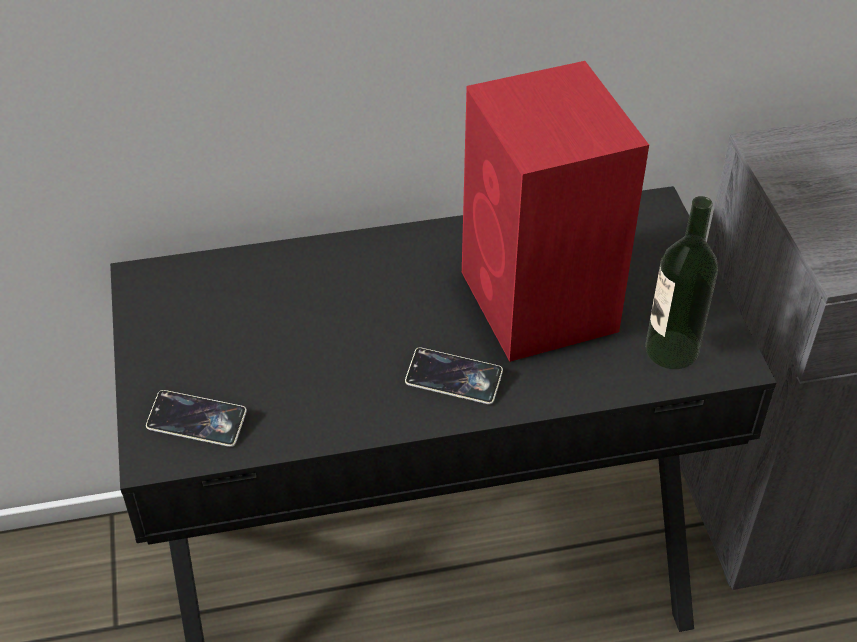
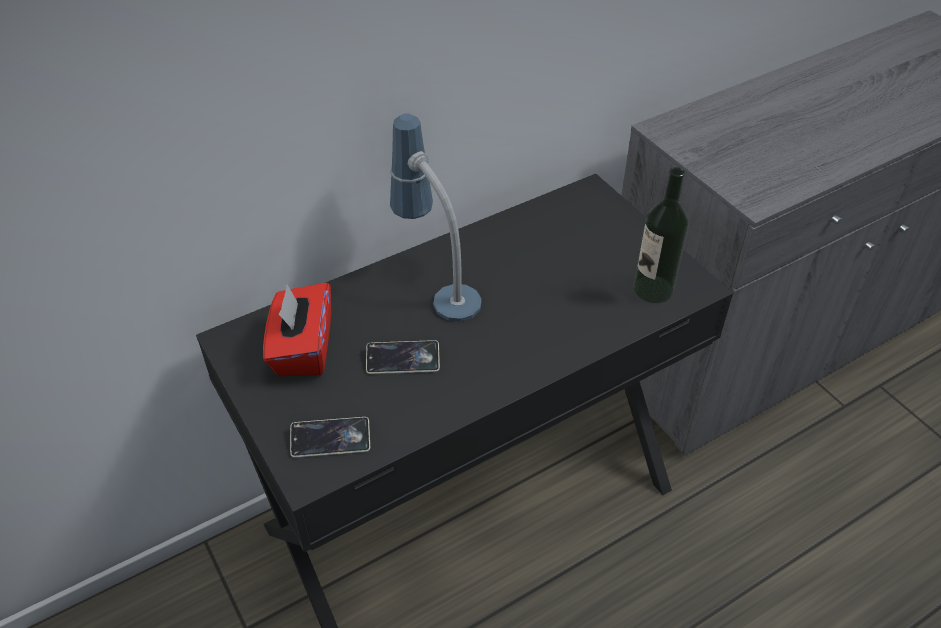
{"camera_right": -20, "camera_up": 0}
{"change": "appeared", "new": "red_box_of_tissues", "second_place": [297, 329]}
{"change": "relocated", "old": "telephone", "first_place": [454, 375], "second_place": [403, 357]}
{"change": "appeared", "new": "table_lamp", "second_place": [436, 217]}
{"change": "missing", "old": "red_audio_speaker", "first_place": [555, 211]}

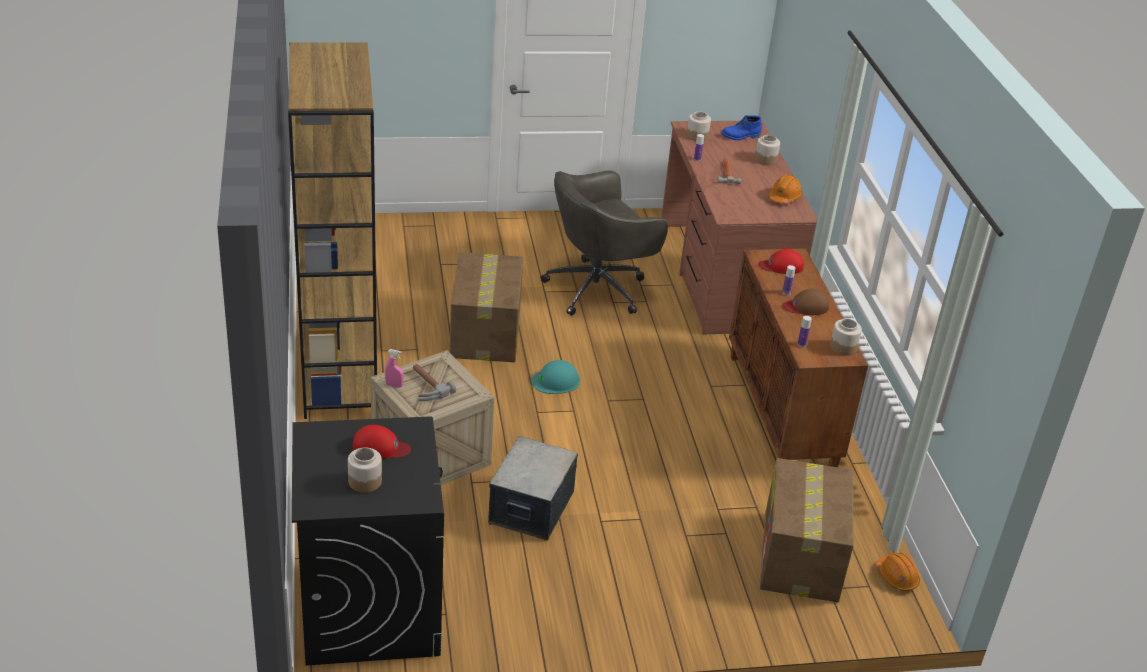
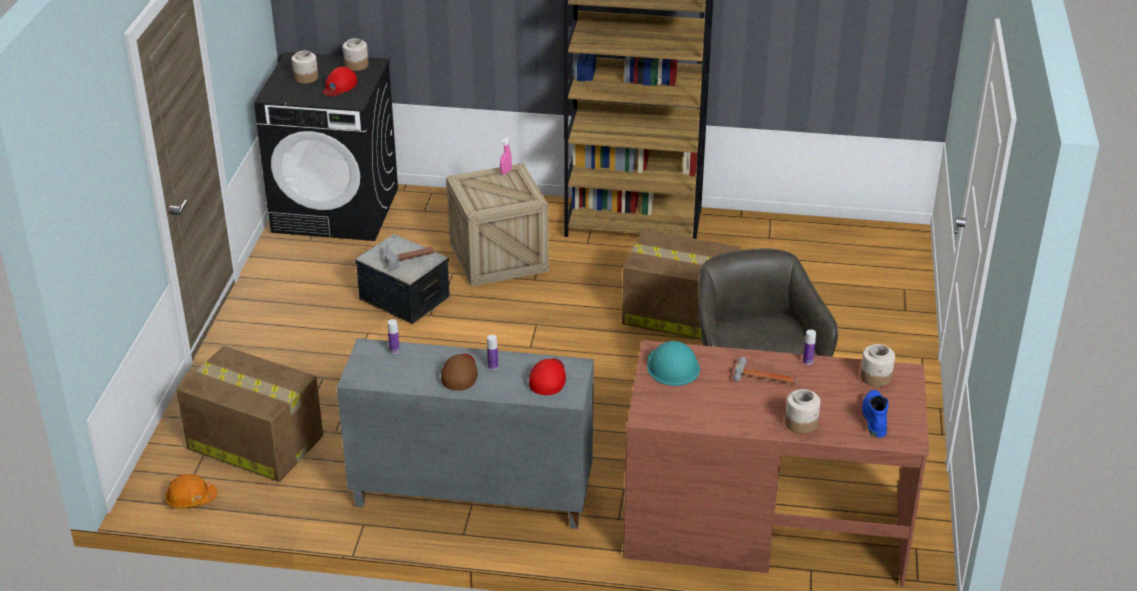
{"camera_right": 110, "camera_up": 0}
{"change": "colour", "old": "brown-coloured_storage_cabinet", "new": "gray_storage_cabinet", "first_place": [798, 357], "second_place": [465, 433]}
{"change": "relocated", "old": "jar", "first_place": [846, 337], "second_place": [356, 54]}
{"change": "relocated", "old": "hammer", "first_place": [434, 382], "second_place": [409, 257]}
{"change": "relocated", "old": "turquoise-coloured_work_helmet", "first_place": [556, 377], "second_place": [673, 363]}
{"change": "missing", "old": "orange-coloured_work_helmet", "first_place": [785, 189]}

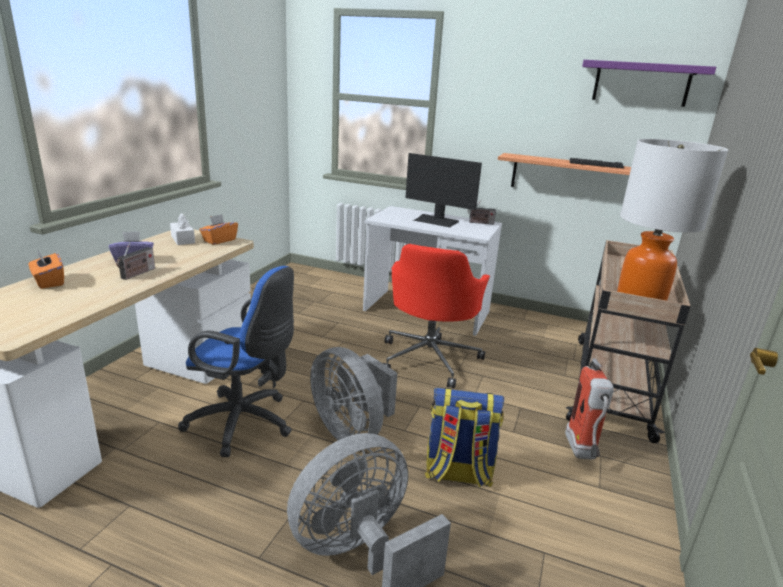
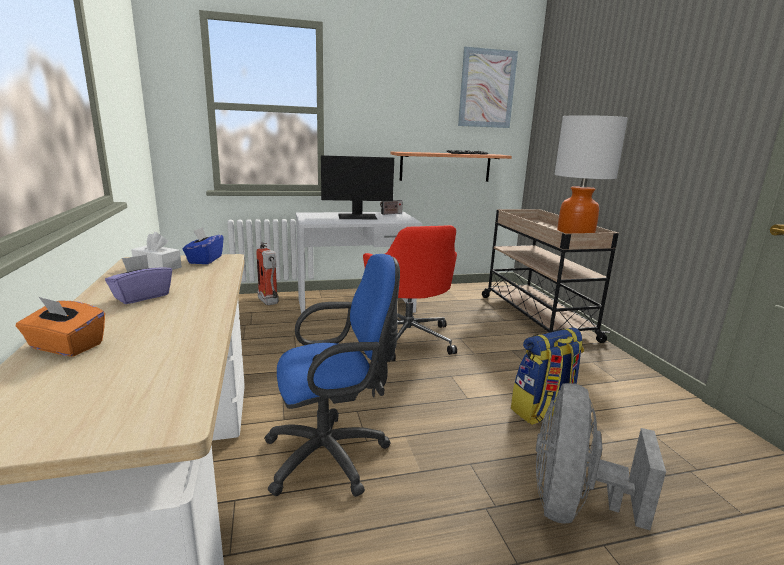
{"camera_right": -35, "camera_up": -5}
{"change": "colour", "old": "orange-coloured_box_of_tissues", "new": "blue-coloured_box_of_tissues", "first_place": [218, 229], "second_place": [203, 245]}
{"change": "relocated", "old": "fire-fighting_cylinder", "first_place": [589, 409], "second_place": [267, 273]}
{"change": "exchanged", "old": "purple_shelf", "new": "picture", "first_place": [649, 83], "second_place": [488, 87]}
{"change": "missing", "old": "radio_receiver", "first_place": [135, 261]}
{"change": "missing", "old": "gray_electric_fan", "first_place": [353, 393]}

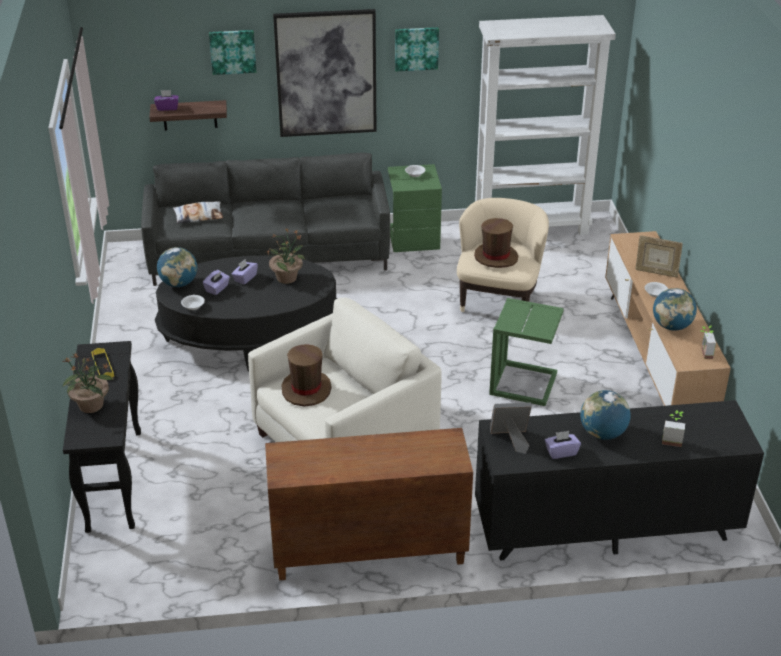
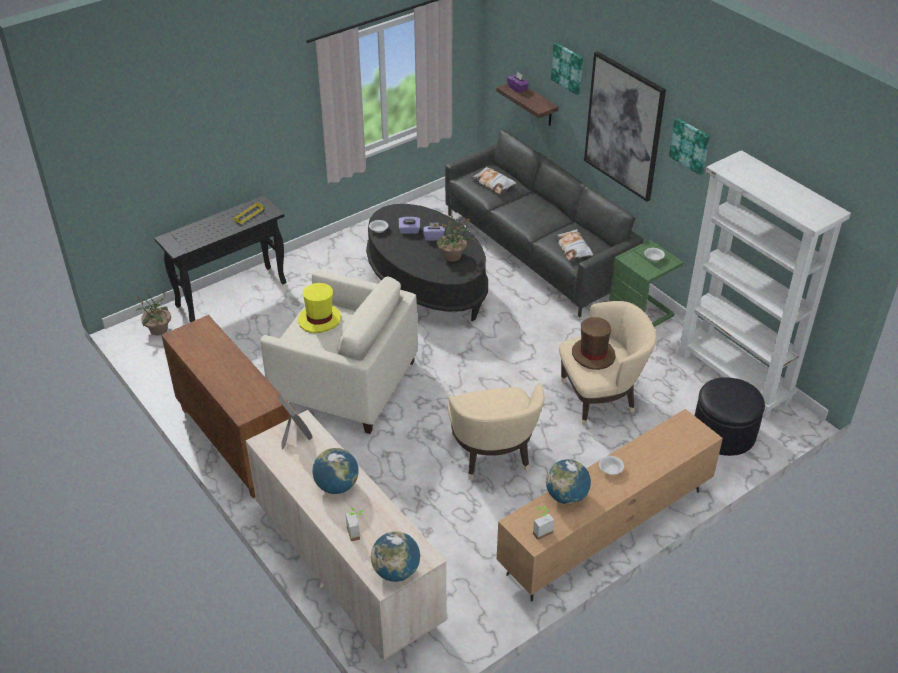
{"camera_right": 60, "camera_up": 5}
{"change": "relocated", "old": "plant_in_a_pot", "first_place": [88, 382], "second_place": [153, 312]}
{"change": "colour", "old": "black_dresser", "new": "sand-coloured_dresser", "first_place": [619, 480], "second_place": [346, 535]}
{"change": "colour", "old": "brown-coloured_clothing_hat", "new": "yellow-coloured_clothing_hat", "first_place": [307, 375], "second_place": [319, 308]}
{"change": "relocated", "old": "globe", "first_place": [177, 267], "second_place": [395, 556]}
{"change": "exchanged", "old": "greenish_side_table", "new": "sand-coloured_lounge_chair", "first_place": [526, 352], "second_place": [496, 431]}
{"change": "appeared", "new": "cushion", "second_place": [573, 245]}
{"change": "appeared", "new": "black_pouffe", "second_place": [730, 417]}
{"change": "missing", "old": "purple_box_of_tissues", "first_place": [563, 445]}
{"change": "missing", "old": "picture_frame", "first_place": [659, 256]}

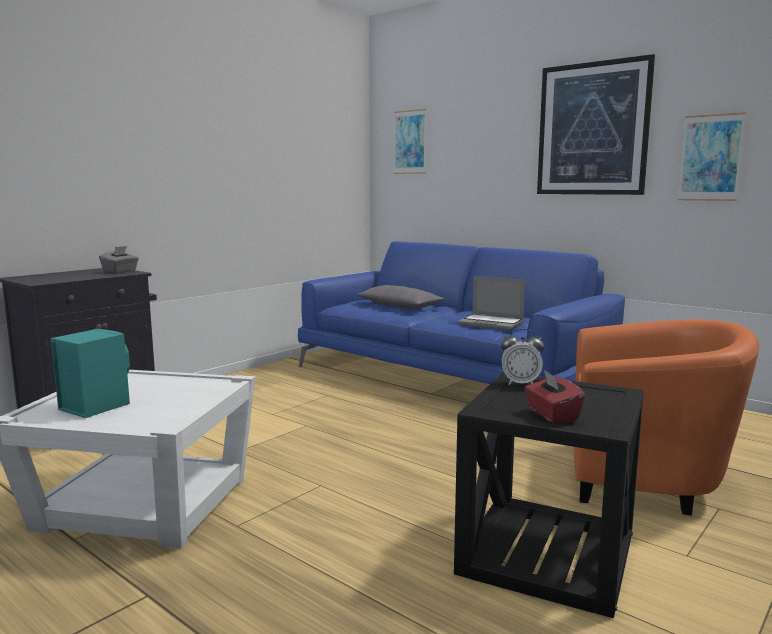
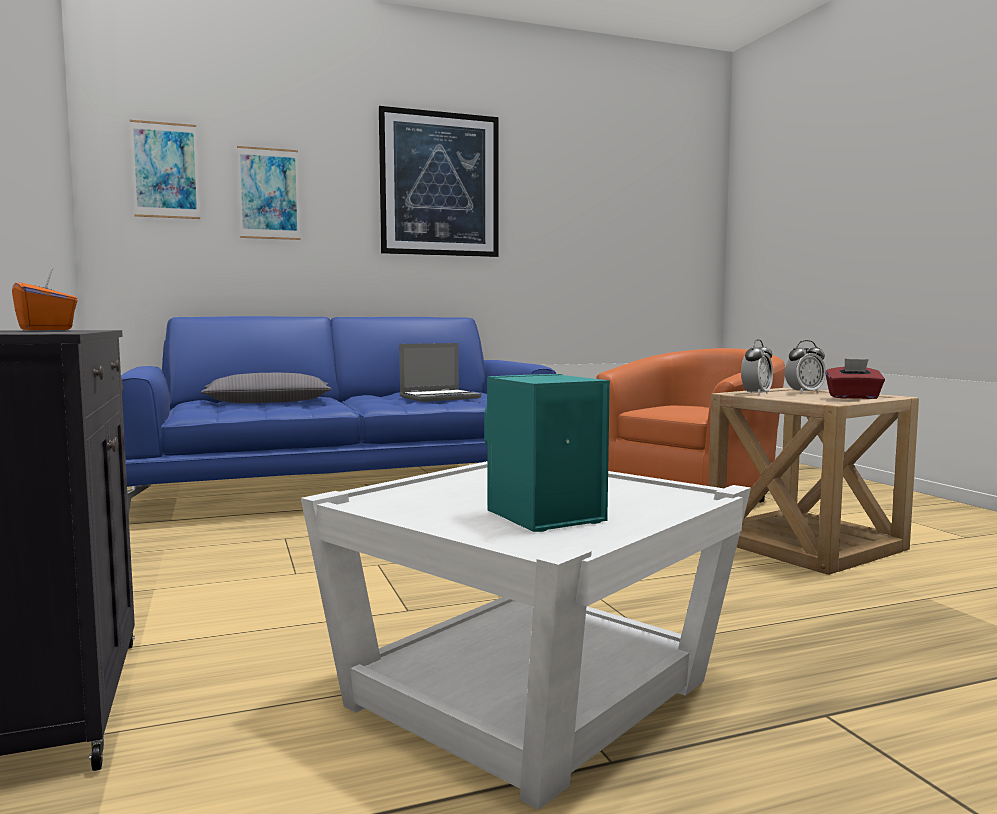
{"camera_right": -60, "camera_up": -5}
{"change": "colour", "old": "gray_box_of_tissues", "new": "orange-coloured_box_of_tissues", "first_place": [119, 259], "second_place": [45, 300]}
{"change": "relocated", "old": "picture", "first_place": [712, 156], "second_place": [268, 193]}
{"change": "colour", "old": "black_side_table", "new": "sand-coloured_side_table", "first_place": [549, 495], "second_place": [813, 481]}
{"change": "appeared", "new": "table_clock", "second_place": [805, 367]}

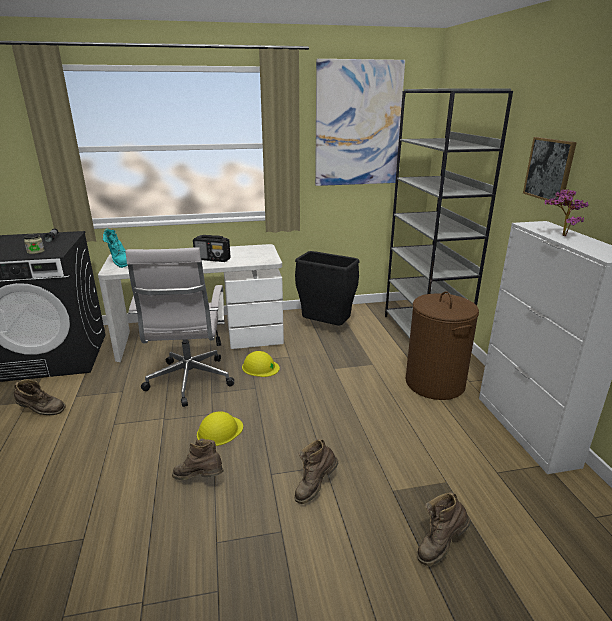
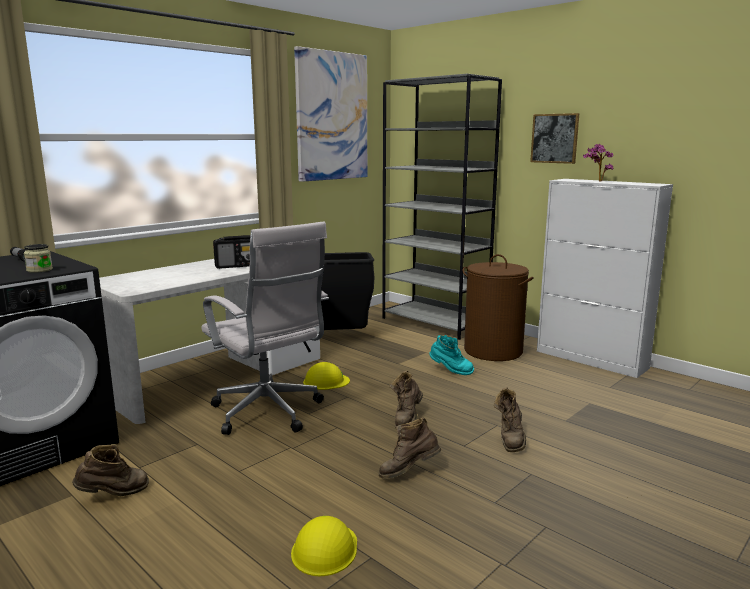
{"camera_right": -35, "camera_up": -10}
{"change": "relocated", "old": "yellow-coloured_work_helmet", "first_place": [220, 428], "second_place": [324, 546]}
{"change": "relocated", "old": "brown-coloured_boot", "first_place": [444, 529], "second_place": [406, 399]}
{"change": "relocated", "old": "turquoise-coloured_boot", "first_place": [115, 248], "second_place": [451, 355]}

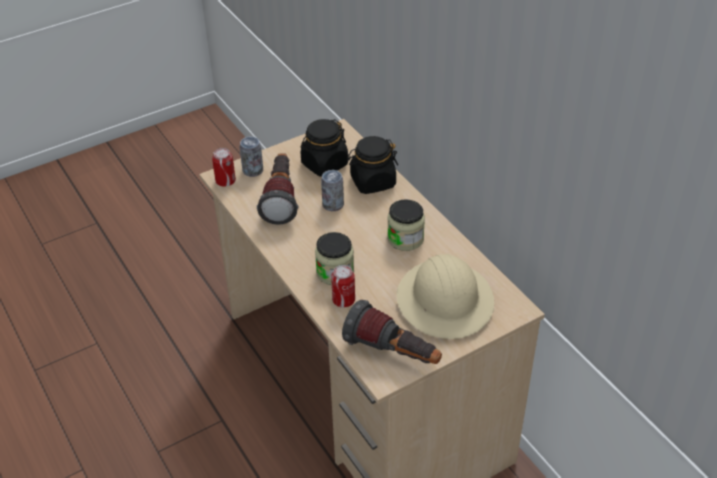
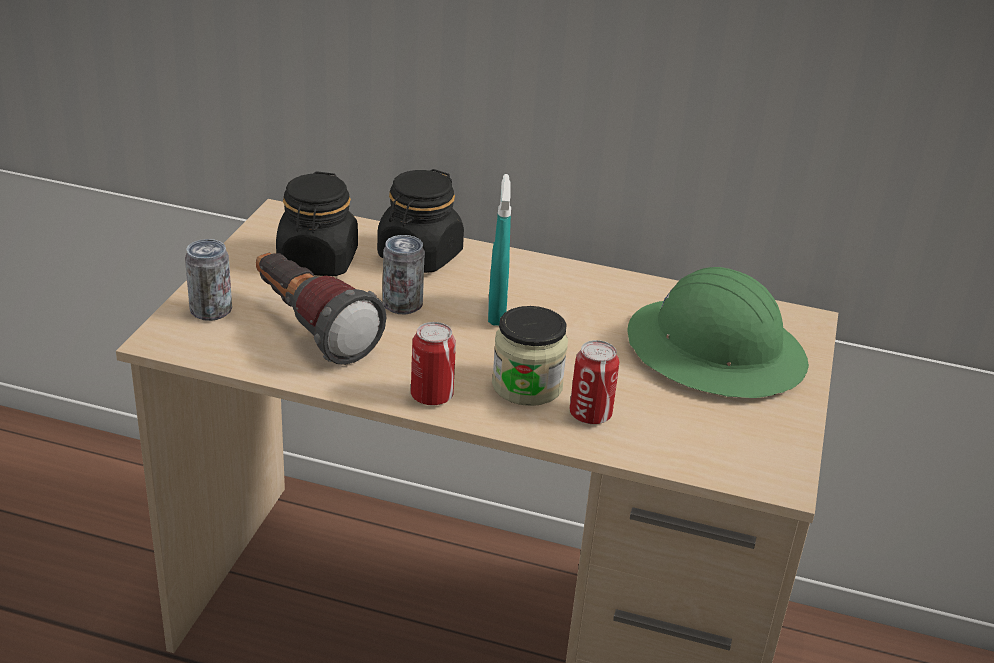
{"camera_right": -45, "camera_up": -10}
{"change": "relocated", "old": "can", "first_place": [224, 167], "second_place": [433, 364]}
{"change": "appeared", "new": "turquoise-coloured_sprayer", "second_place": [499, 250]}
{"change": "colour", "old": "sand-coloured_work_helmet", "new": "greenish_work_helmet", "first_place": [445, 296], "second_place": [718, 332]}
{"change": "missing", "old": "hand_torch", "first_place": [392, 332]}
{"change": "missing", "old": "jar", "first_place": [406, 225]}

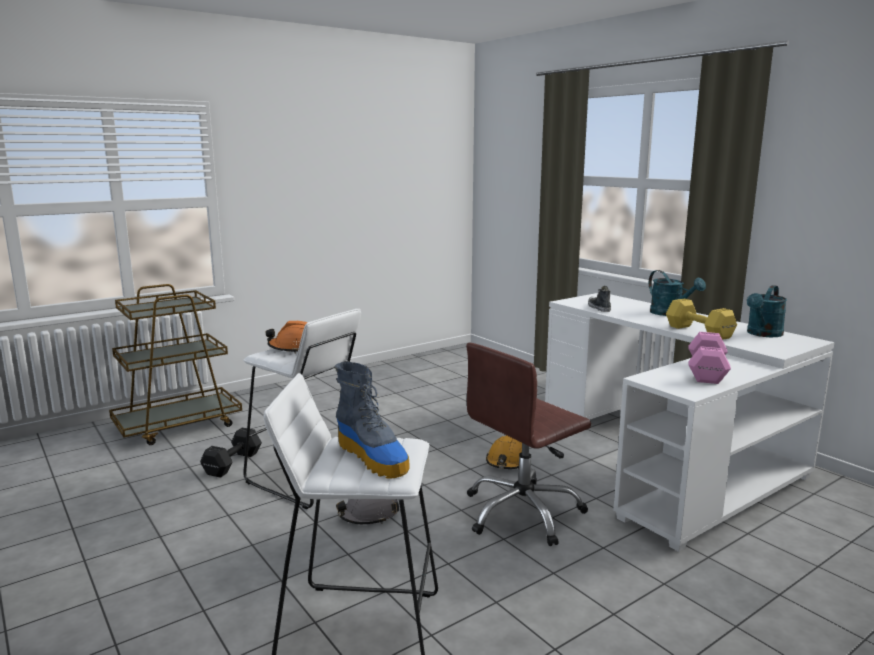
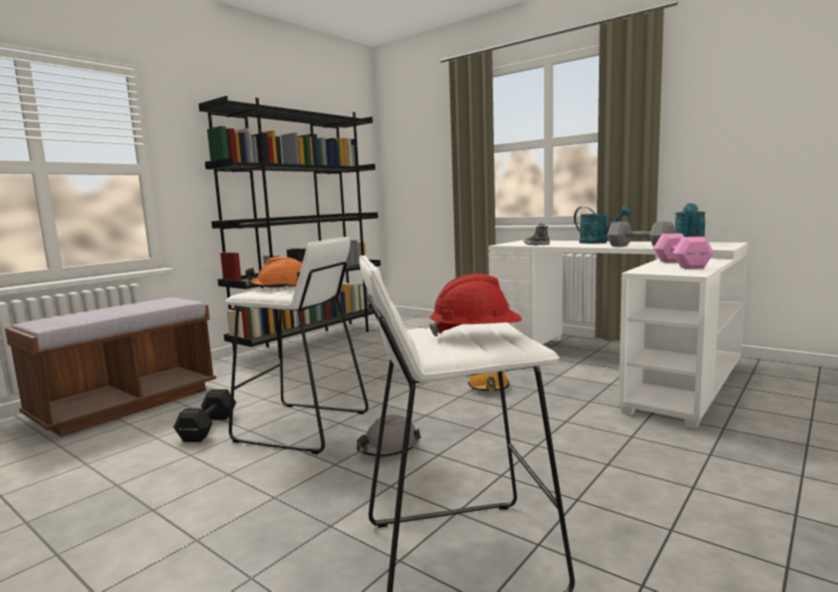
{"camera_right": -15, "camera_up": -5}
{"change": "exchanged", "old": "brown-coloured_wheeled_cart", "new": "brown-coloured_long_seat", "first_place": [175, 364], "second_place": [110, 367]}
{"change": "appeared", "new": "black_bookcase", "second_place": [290, 227]}
{"change": "exchanged", "old": "boot", "new": "red_work_helmet", "first_place": [372, 420], "second_place": [475, 305]}
{"change": "colour", "old": "yellow-coloured_dumbbell", "new": "gray_dumbbell", "first_place": [701, 319], "second_place": [641, 234]}
{"change": "missing", "old": "brown-coloured_desk_chair", "first_place": [528, 444]}

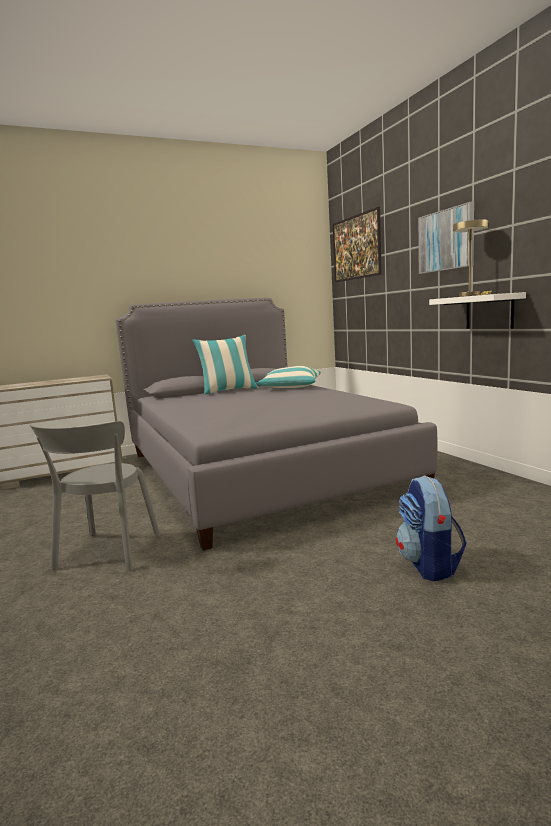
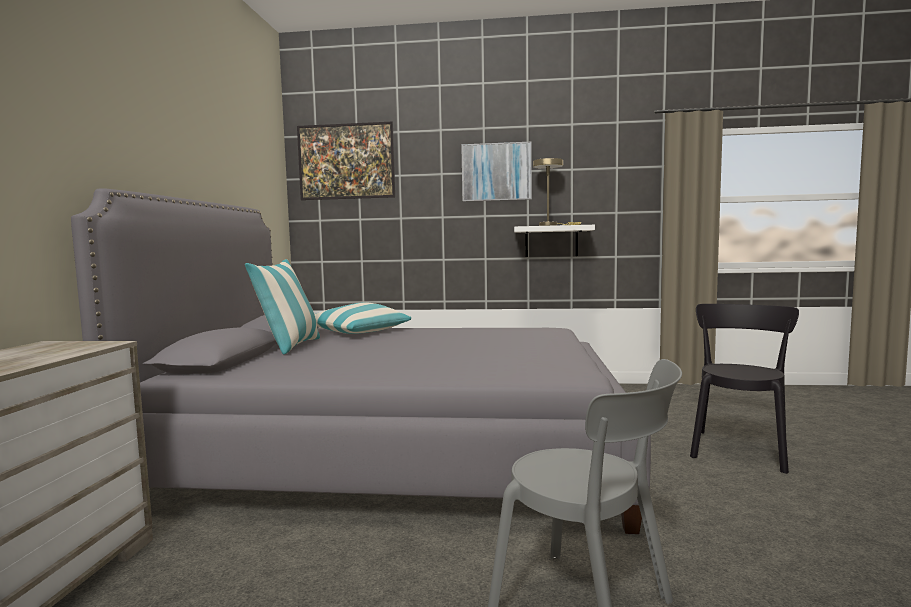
{"camera_right": -60, "camera_up": -5}
{"change": "exchanged", "old": "knapsack", "new": "black_plain_chair", "first_place": [431, 528], "second_place": [744, 389]}

